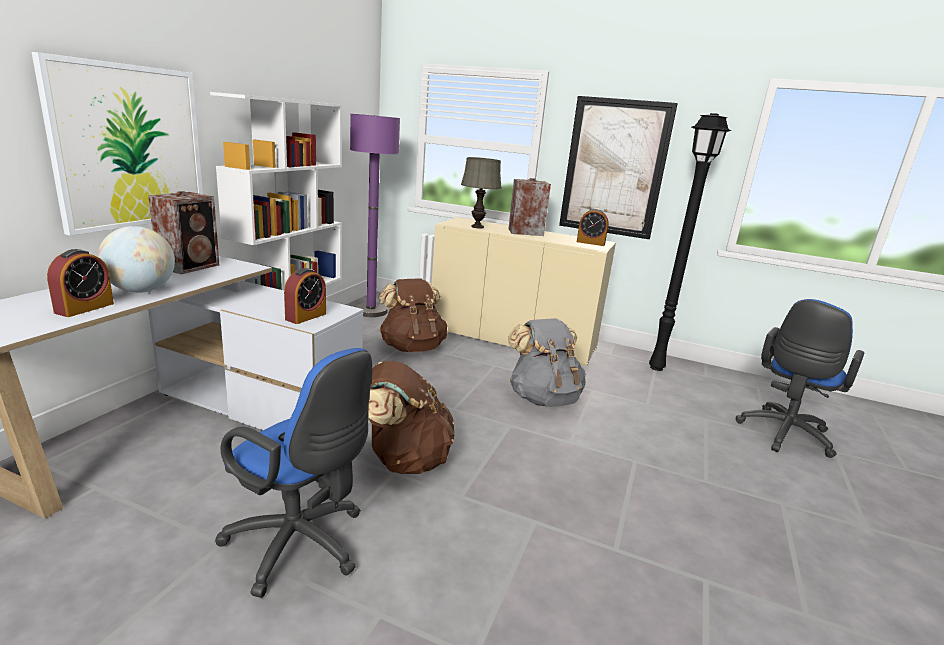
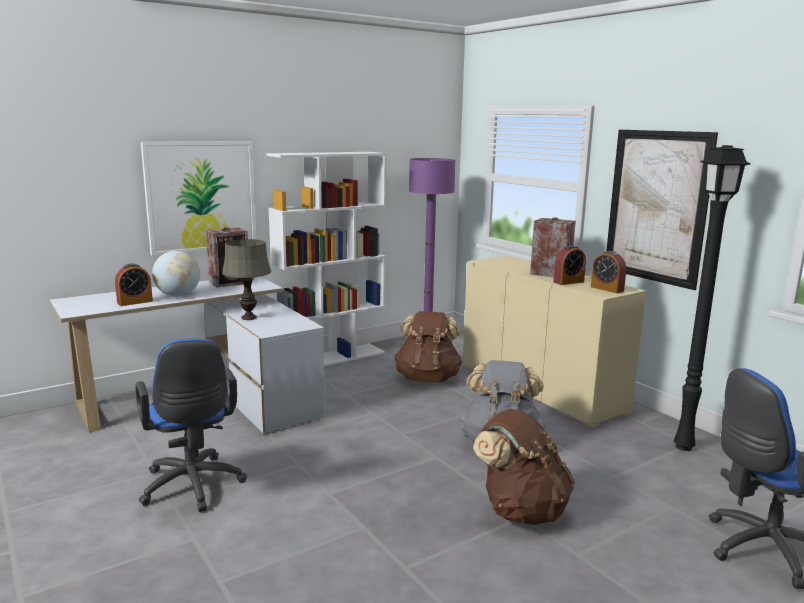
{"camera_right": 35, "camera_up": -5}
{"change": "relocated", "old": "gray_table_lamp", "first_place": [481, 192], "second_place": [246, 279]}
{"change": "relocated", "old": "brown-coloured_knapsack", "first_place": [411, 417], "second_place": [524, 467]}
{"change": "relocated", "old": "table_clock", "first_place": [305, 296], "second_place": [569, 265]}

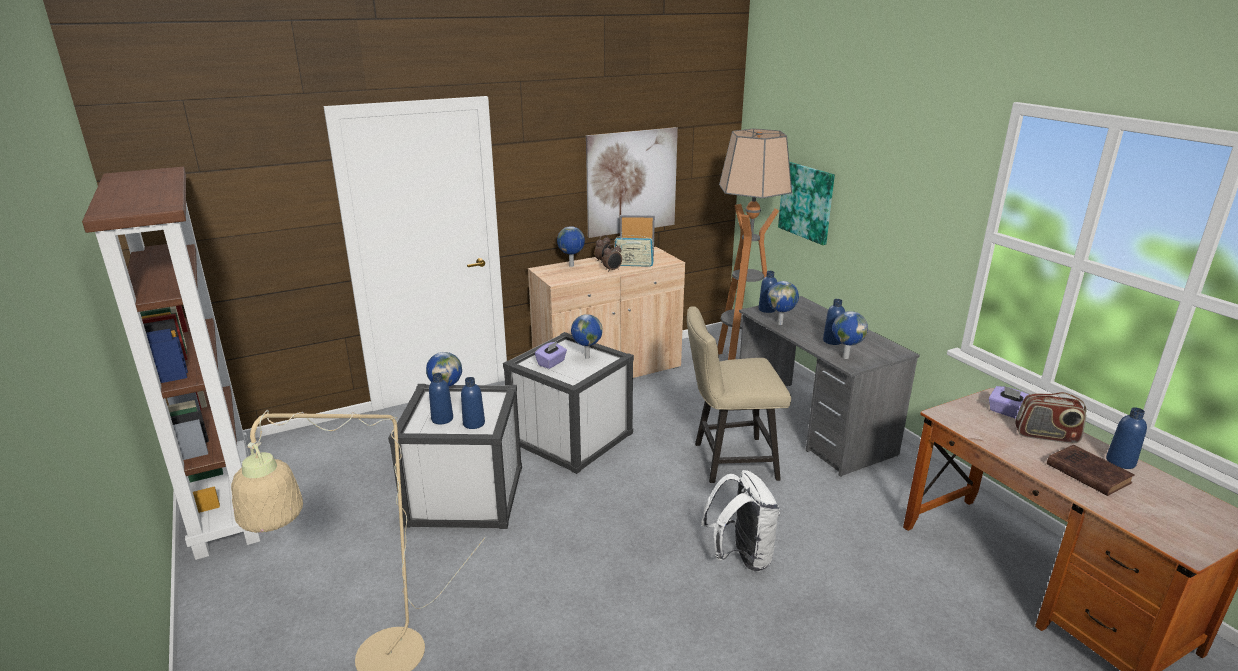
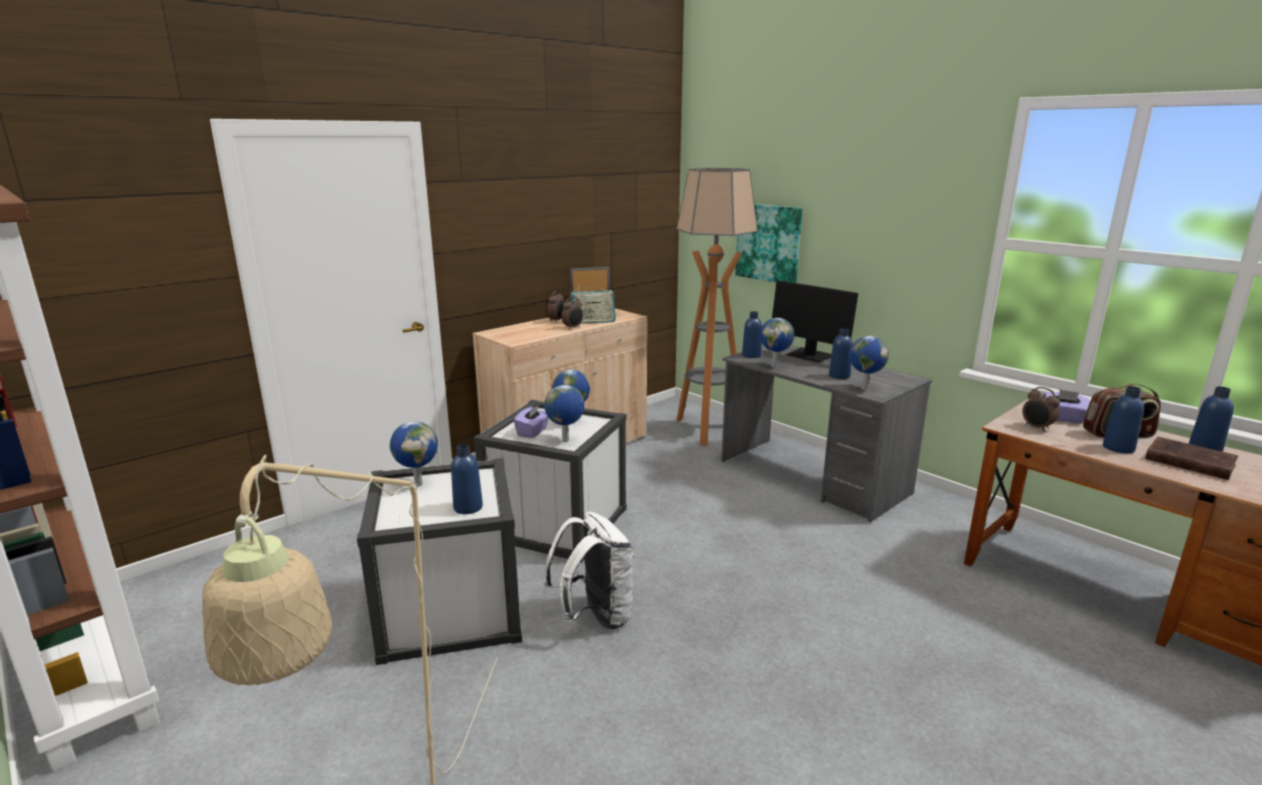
{"camera_right": -15, "camera_up": -5}
{"change": "relocated", "old": "globe", "first_place": [571, 246], "second_place": [564, 413]}
{"change": "relocated", "old": "whitish_knapsack", "first_place": [740, 521], "second_place": [589, 571]}
{"change": "appeared", "new": "computer_screen", "second_place": [815, 321]}
{"change": "appeared", "new": "table_clock", "second_place": [1041, 409]}
{"change": "relocated", "old": "blue-coloured_drink_bottle", "first_place": [441, 398], "second_place": [1123, 420]}
{"change": "missing", "old": "picture", "first_place": [632, 182]}
{"change": "missing", "old": "sand-coloured_plain_chair", "first_place": [739, 394]}

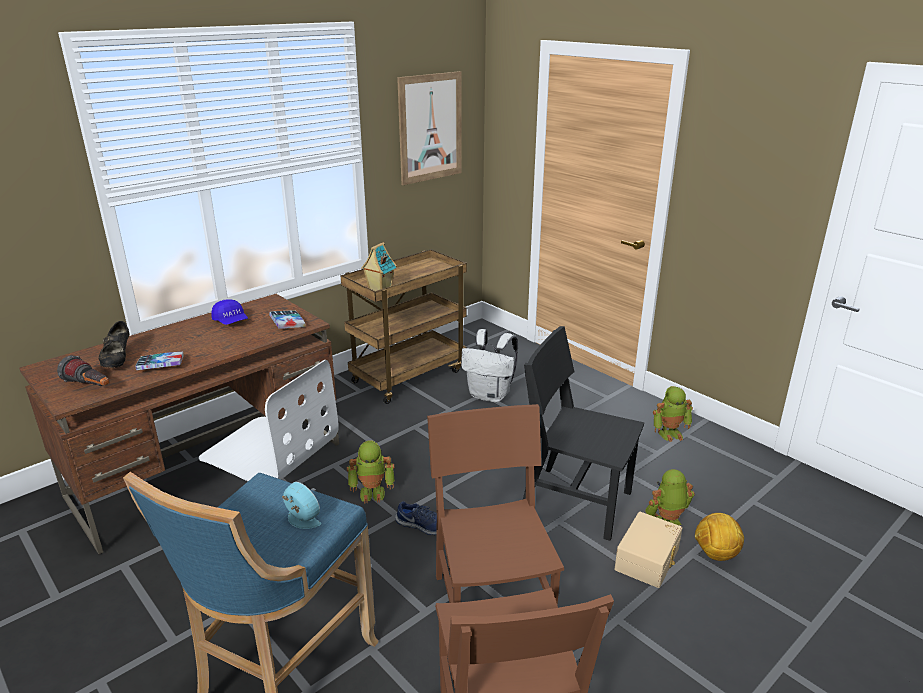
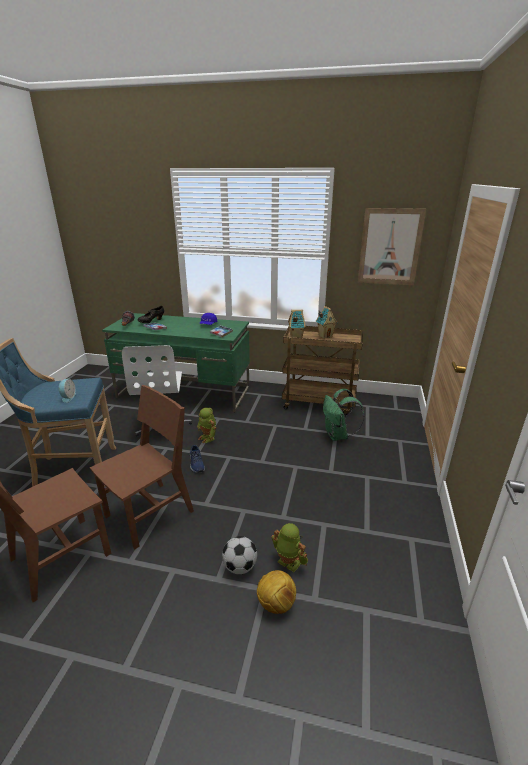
{"camera_right": 55, "camera_up": 0}
{"change": "colour", "old": "brown-coloured_desk_unit", "new": "greenish_desk_unit", "first_place": [179, 424], "second_place": [176, 362]}
{"change": "exchanged", "old": "sand-coloured_storage_box", "new": "football", "first_place": [648, 550], "second_place": [239, 555]}
{"change": "appeared", "new": "miniature_house", "second_place": [327, 322]}
{"change": "colour", "old": "whitish_knapsack", "new": "greenish_knapsack", "first_place": [489, 366], "second_place": [343, 415]}
{"change": "missing", "old": "black_plain_chair", "first_place": [583, 433]}
{"change": "missing", "old": "toy_robot", "first_place": [673, 414]}

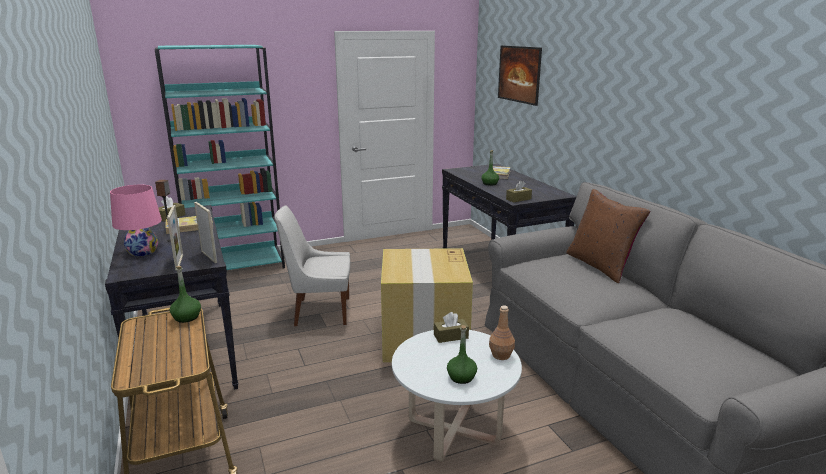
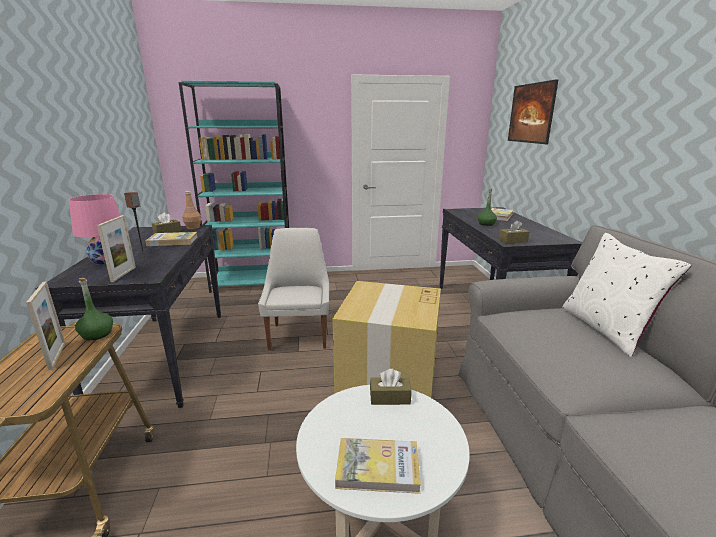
{"camera_right": 15, "camera_up": 0}
{"change": "relocated", "old": "picture_frame", "first_place": [205, 232], "second_place": [45, 325]}
{"change": "relocated", "old": "brown-coloured_drink_bottle", "first_place": [502, 332], "second_place": [191, 210]}
{"change": "spun", "old": "whitish_plain_chair", "first_place": [312, 265], "second_place": [293, 289], "degrees": 75}
{"change": "exchanged", "old": "greenish_drink_bottle", "new": "book", "first_place": [462, 354], "second_place": [378, 466]}
{"change": "colour", "old": "brown-coloured_cushion", "new": "whitish_cushion", "first_place": [608, 236], "second_place": [627, 295]}

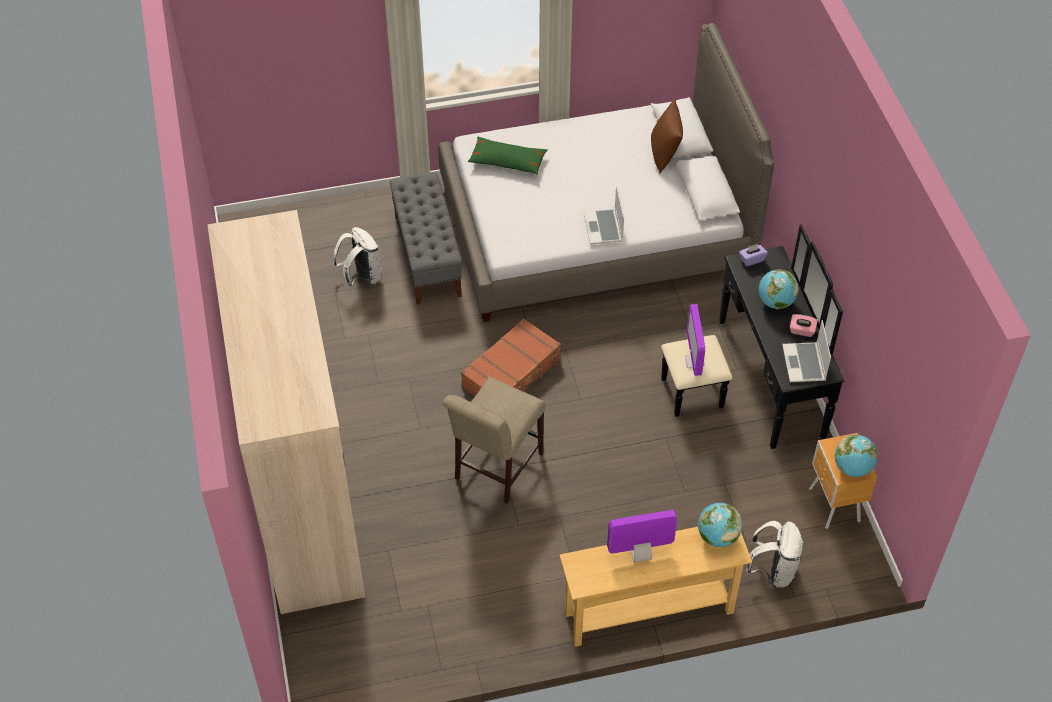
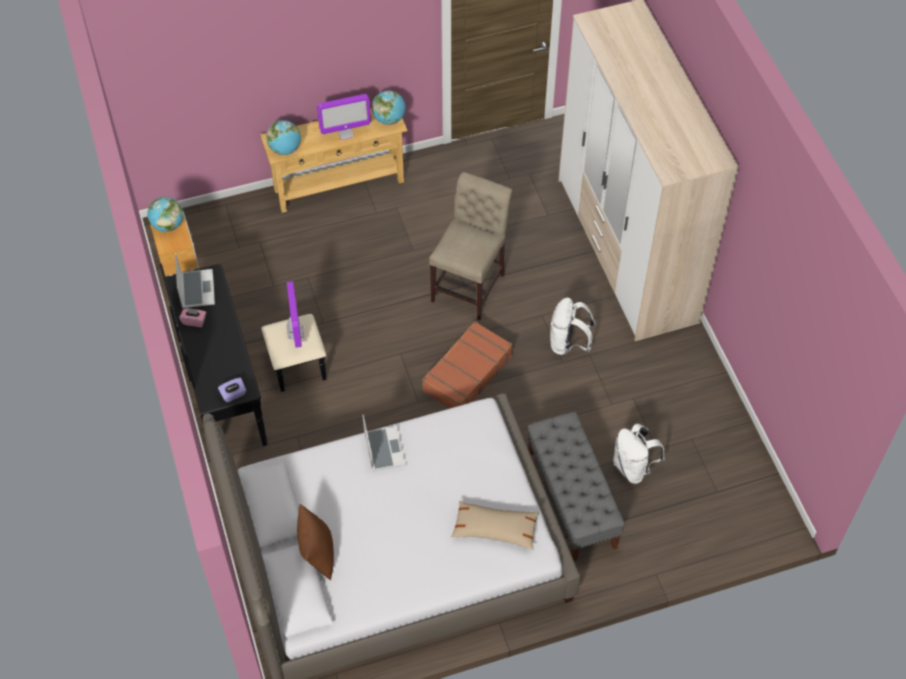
{"camera_right": 175, "camera_up": 5}
{"change": "relocated", "old": "globe", "first_place": [779, 289], "second_place": [388, 107]}
{"change": "colour", "old": "greenish_cushion", "new": "sand-coloured_cushion", "first_place": [507, 155], "second_place": [495, 525]}
{"change": "relocated", "old": "whitish_knapsack", "first_place": [775, 554], "second_place": [573, 326]}

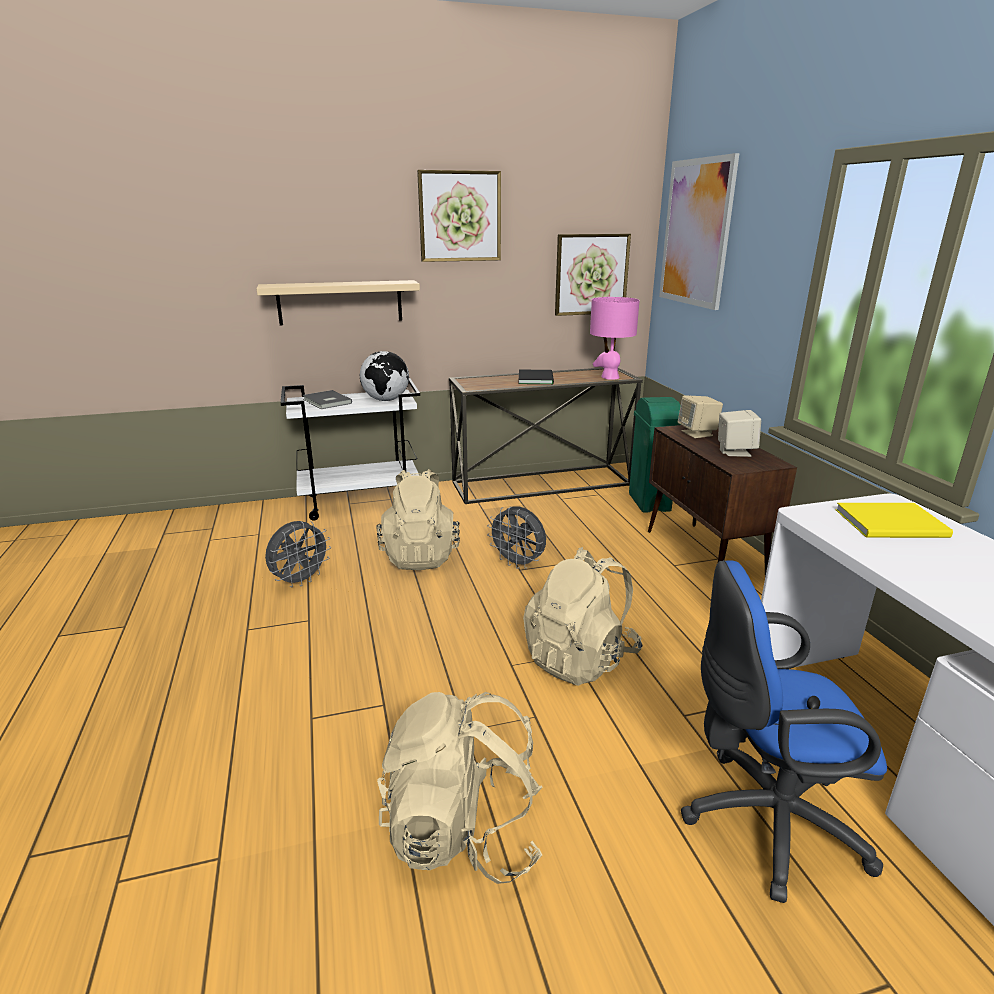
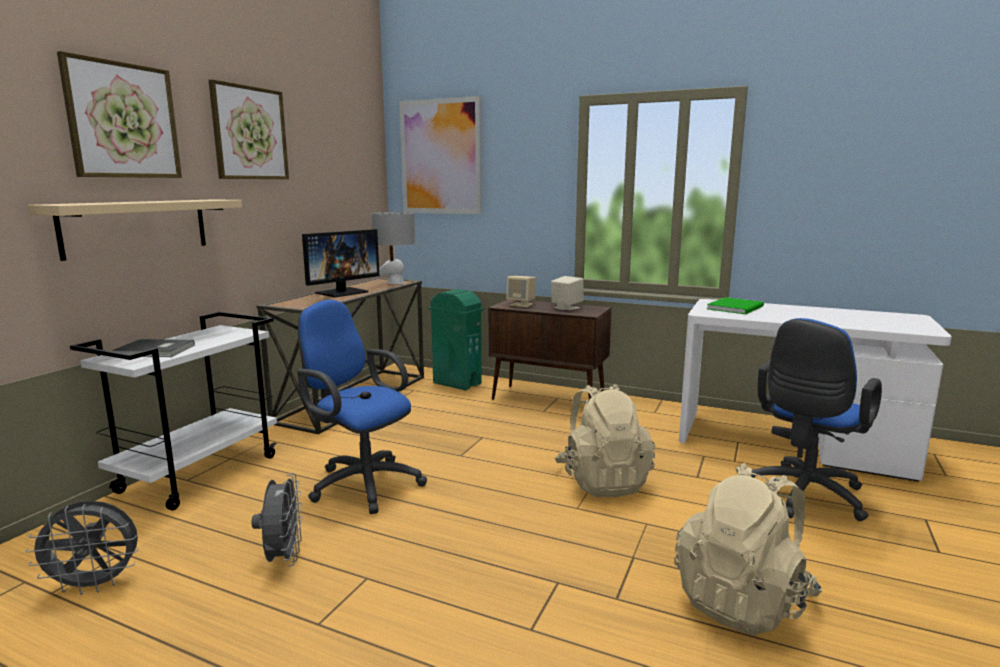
{"camera_right": -50, "camera_up": -10}
{"change": "relocated", "old": "gray_electric_fan", "first_place": [516, 537], "second_place": [82, 548]}
{"change": "relocated", "old": "picture", "first_place": [593, 275], "second_place": [119, 114]}
{"change": "exchanged", "old": "sand-coloured_knapsack", "new": "blue-coloured_desk_chair", "first_place": [418, 519], "second_place": [362, 407]}
{"change": "exchanged", "old": "black_book", "new": "computer_screen", "first_place": [536, 377], "second_place": [340, 263]}
{"change": "colour", "old": "pink_table_lamp", "new": "gray_table_lamp", "first_place": [615, 338], "second_place": [393, 248]}
{"change": "colour", "old": "yellow-coloured_book", "new": "greenish_book", "first_place": [894, 520], "second_place": [735, 305]}
{"change": "missing", "old": "globe", "first_place": [384, 376]}

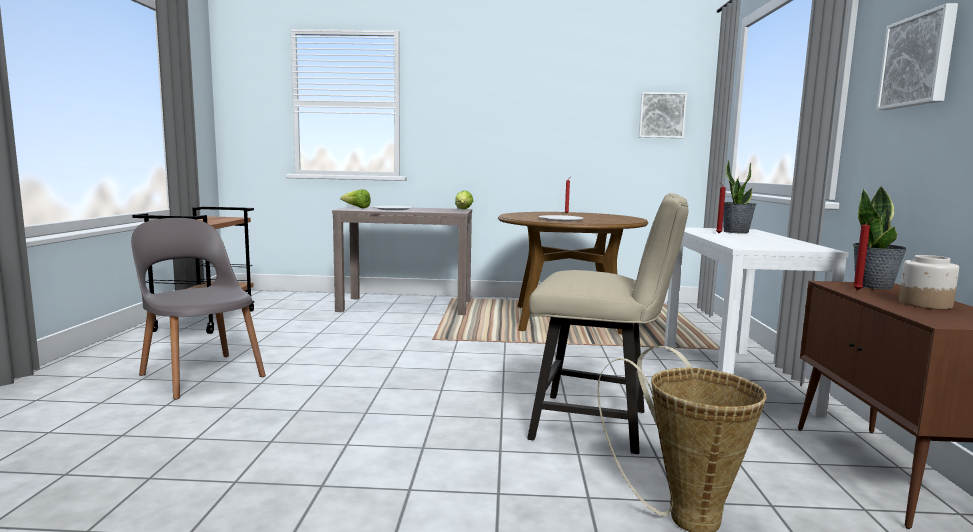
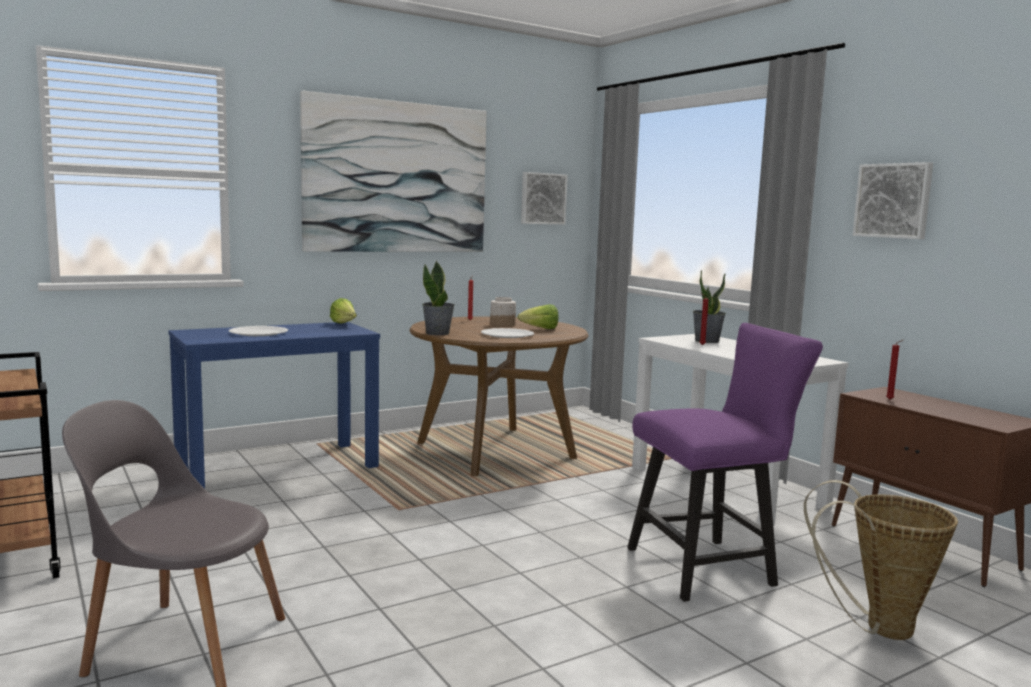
{"camera_right": -35, "camera_up": 0}
{"change": "colour", "old": "brown-coloured_hall_table", "new": "blue-coloured_hall_table", "first_place": [402, 260], "second_place": [274, 405]}
{"change": "appeared", "new": "picture", "second_place": [393, 171]}
{"change": "relocated", "old": "plant_in_a_pot", "first_place": [880, 237], "second_place": [438, 298]}
{"change": "relocated", "old": "jar", "first_place": [929, 282], "second_place": [503, 312]}
{"change": "relocated", "old": "head_of_lettuce", "first_place": [355, 198], "second_place": [537, 316]}
{"change": "colour", "old": "sand-coloured_plain_chair", "new": "purple_plain_chair", "first_place": [607, 323], "second_place": [725, 462]}

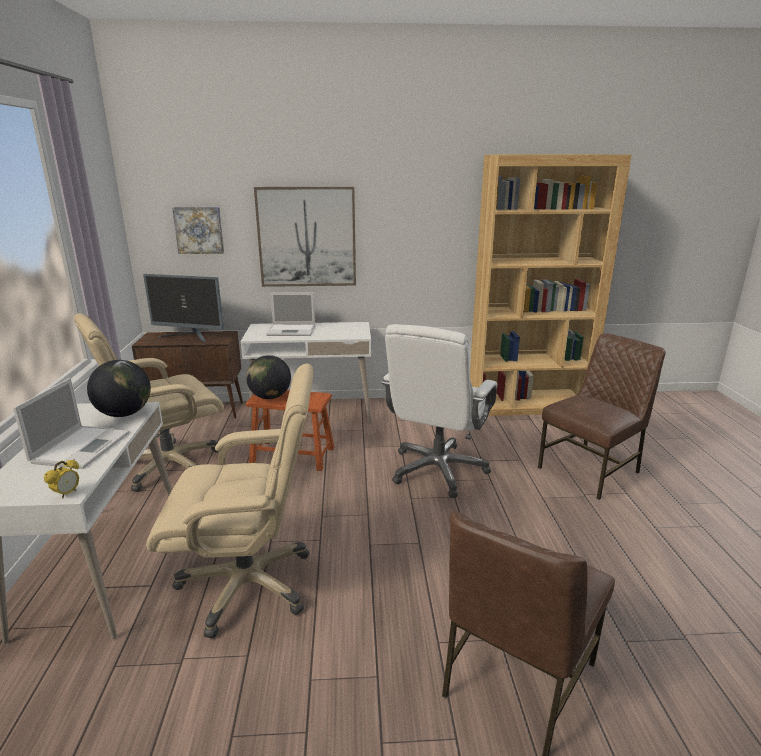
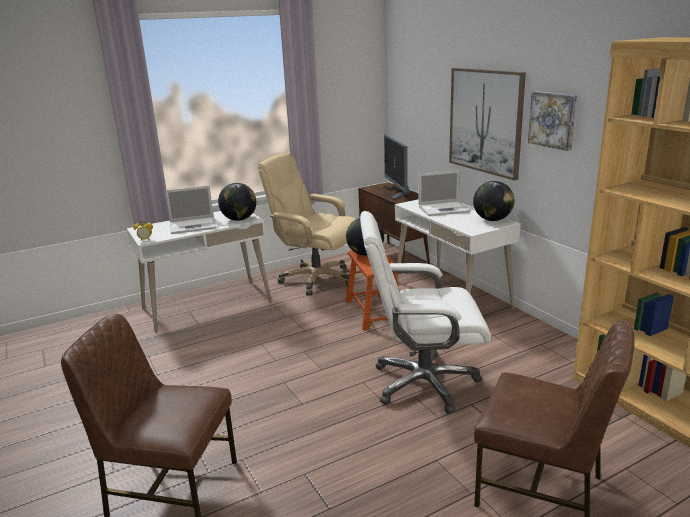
{"camera_right": 65, "camera_up": 0}
{"change": "spun", "old": "portable_computer", "first_place": [290, 314], "second_place": [444, 193], "degrees": -75}
{"change": "appeared", "new": "globe", "second_place": [493, 201]}
{"change": "relocated", "old": "picture", "first_place": [198, 230], "second_place": [552, 121]}
{"change": "missing", "old": "sand-coloured_desk_chair", "first_place": [230, 501]}

